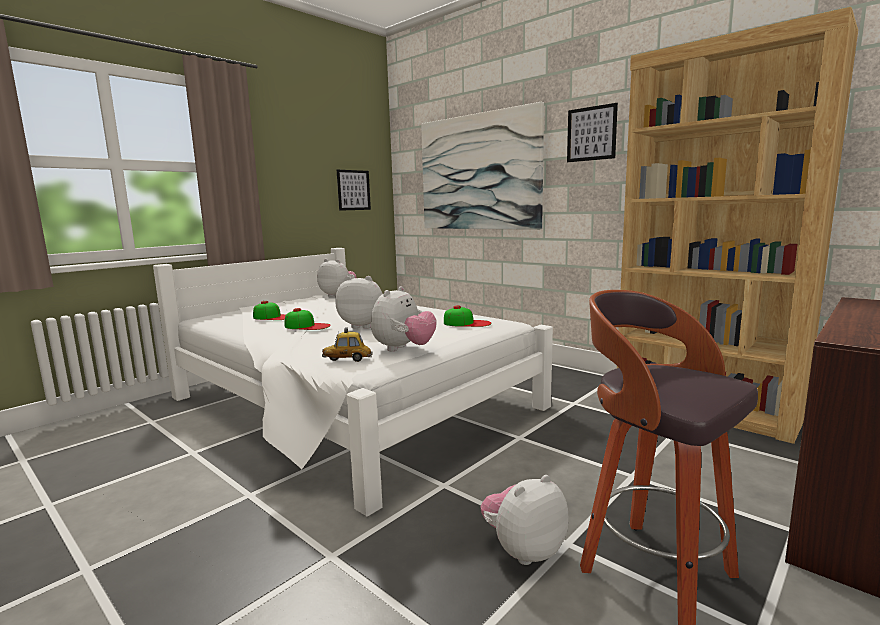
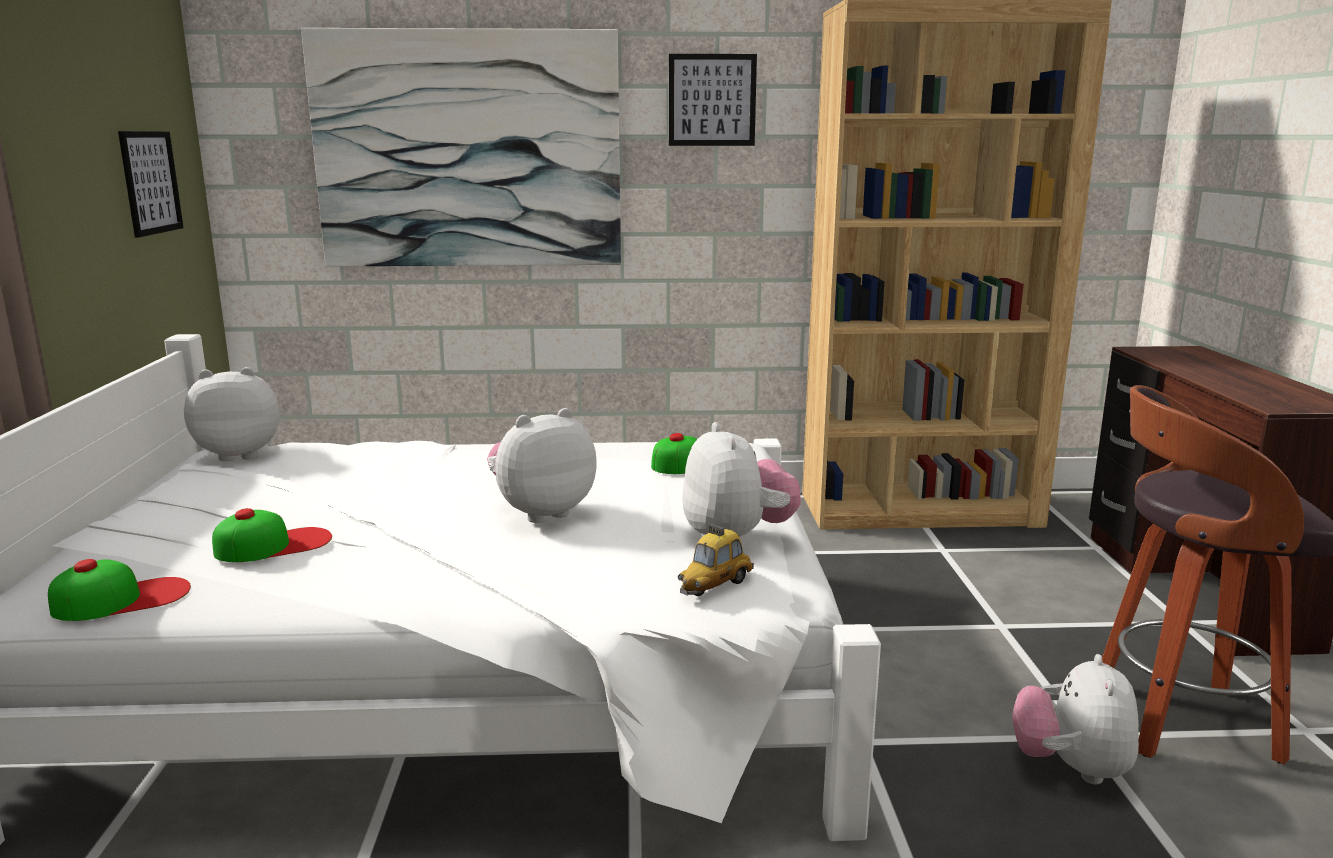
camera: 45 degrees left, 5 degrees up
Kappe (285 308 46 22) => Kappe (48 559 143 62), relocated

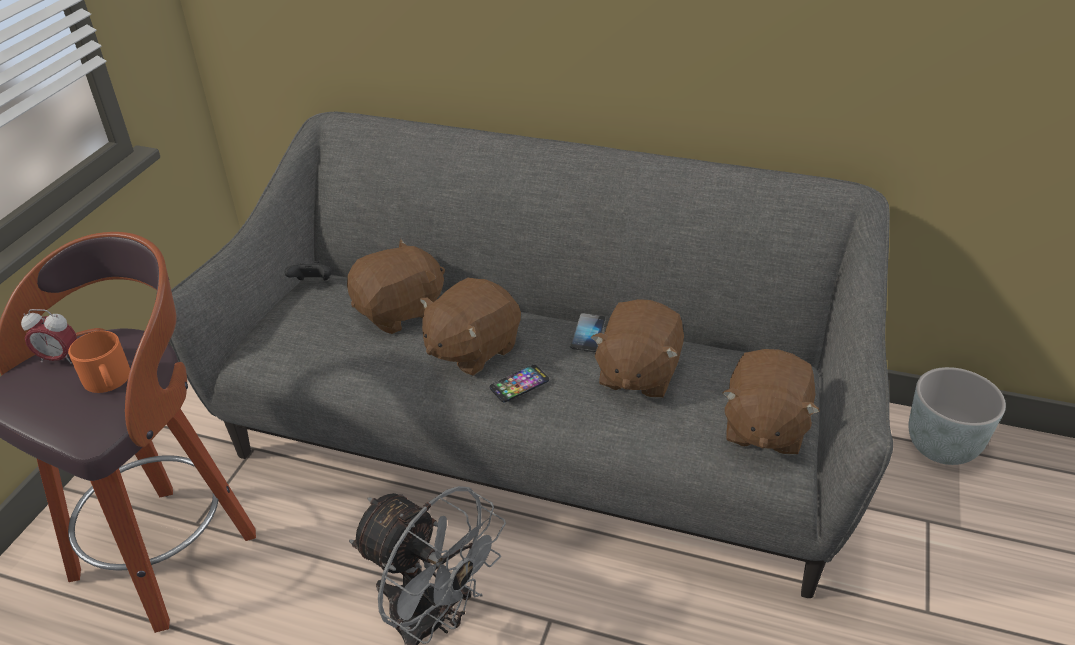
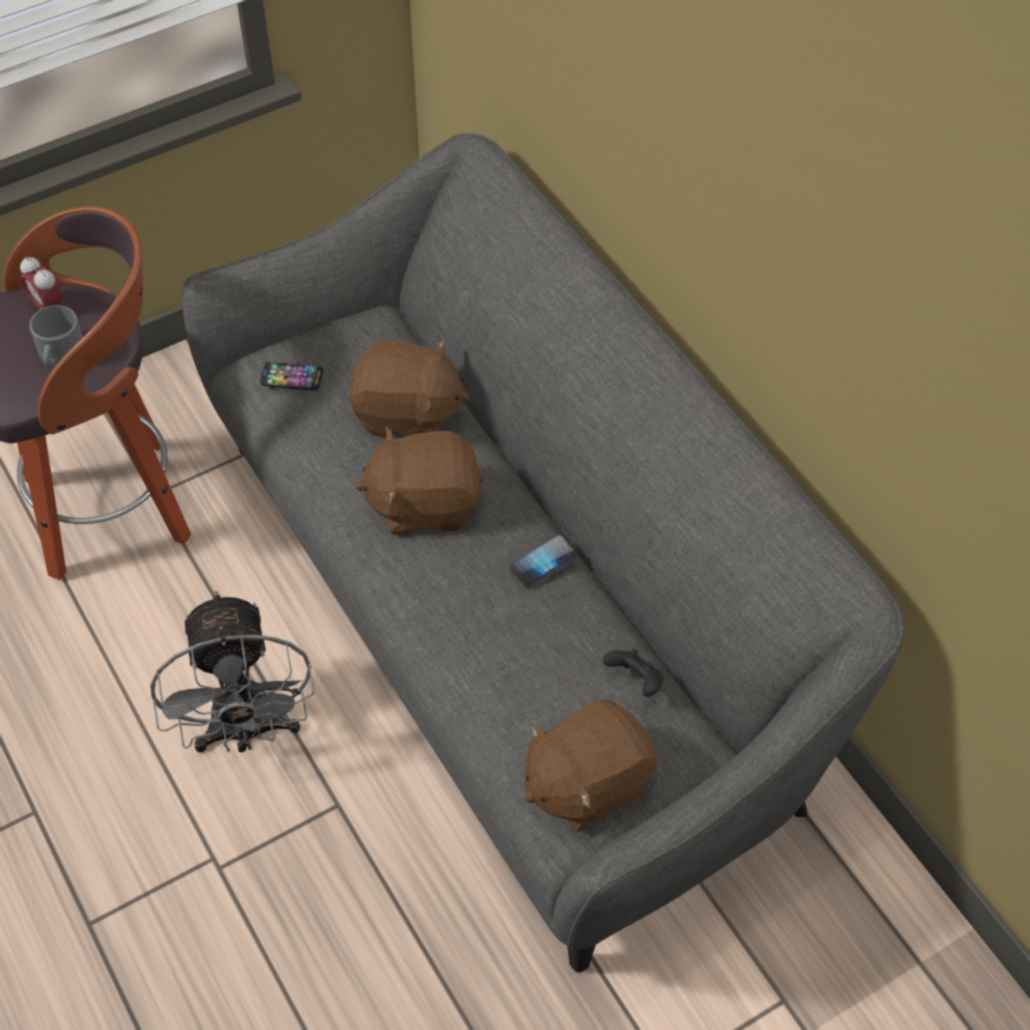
camera: 40 degrees right, 15 degrees up
Plüschtier/braun (591 299 93 100) => nothing
Pflanzkübel/grau (909 367 97 98) => nothing
Gamepad/schwarz (284 261 48 19) => Gamepad/schwarz (603 649 60 48), relocated
Handy (490 365 59 37) => Handy (260 362 63 29), relocated
Henkelbecher/orange (68 331 62 62) => Henkelbecher/grau (29 305 54 62)

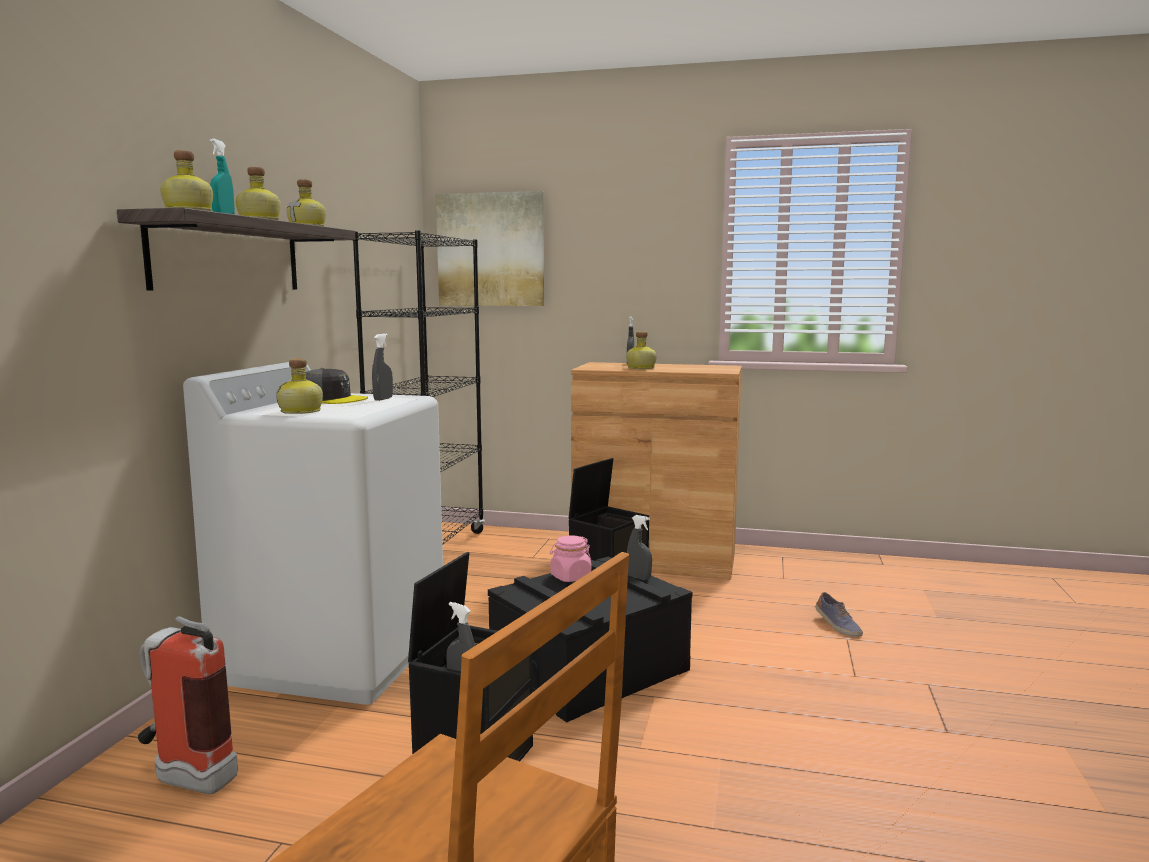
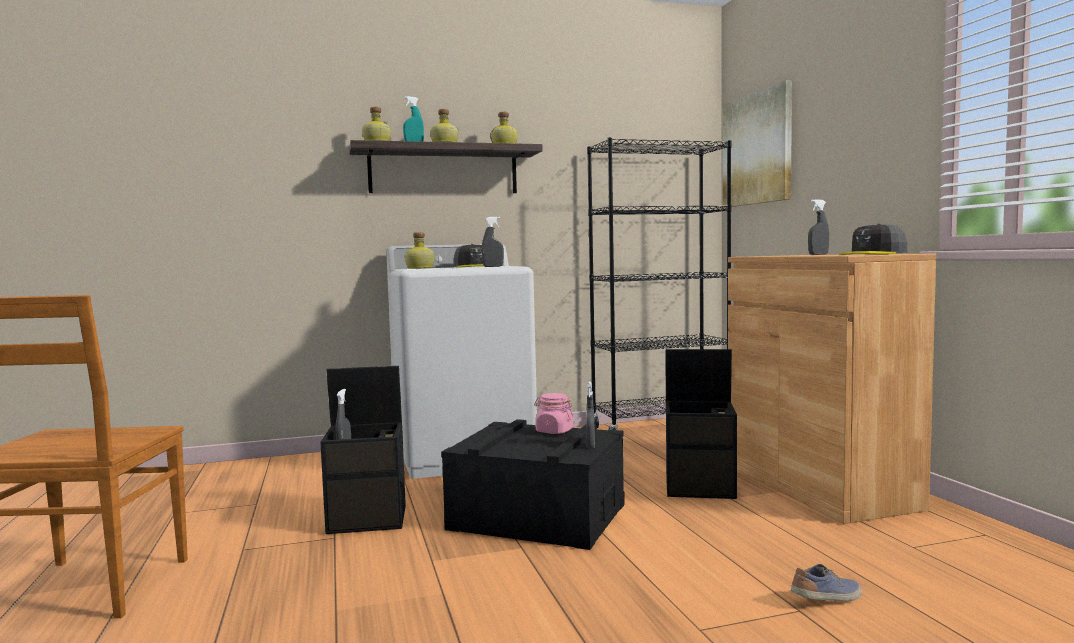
camera: 60 degrees right, 5 degrees down
Feuerlöscher (138 616 100 178) => nothing
Flasche (626 331 31 38) => nothing
nothing => Kappe/grau (839 223 68 32)
Schuh (815 592 48 45) => Schuh (791 564 71 37), 150 degrees counterclockwise

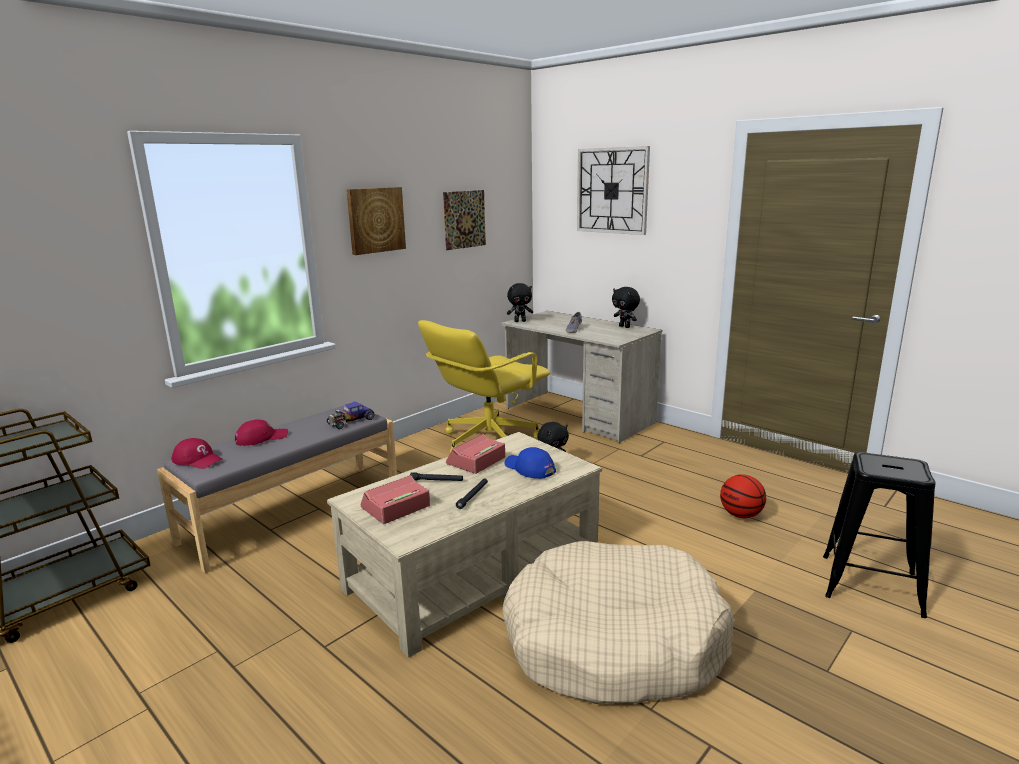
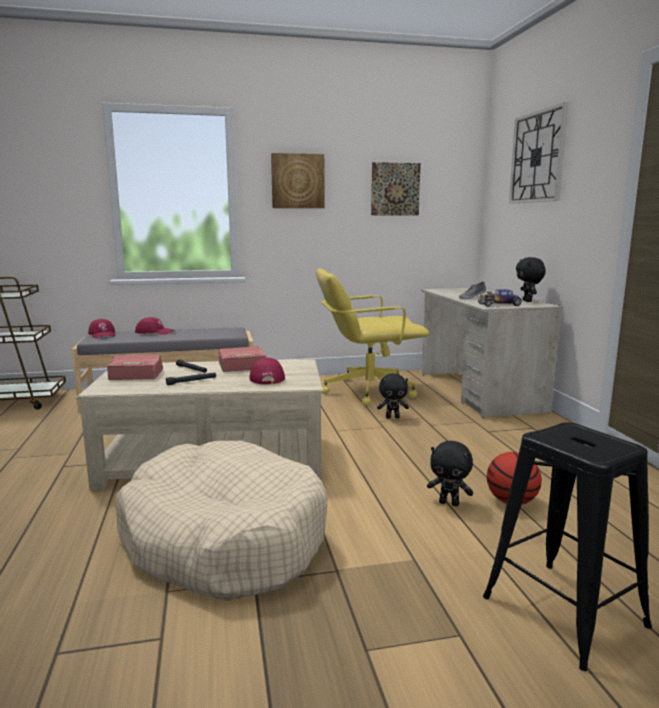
camera: 35 degrees right, 5 degrees down
Spielzeugauto (327 402 47 27) => Spielzeugauto (478 289 44 18), relocated
Plüschtier/schwarz (507 283 26 39) => Plüschtier/schwarz (427 441 46 65), relocated
Kappe/blau (505 447 51 32) => Kappe/rot (249 358 36 26)

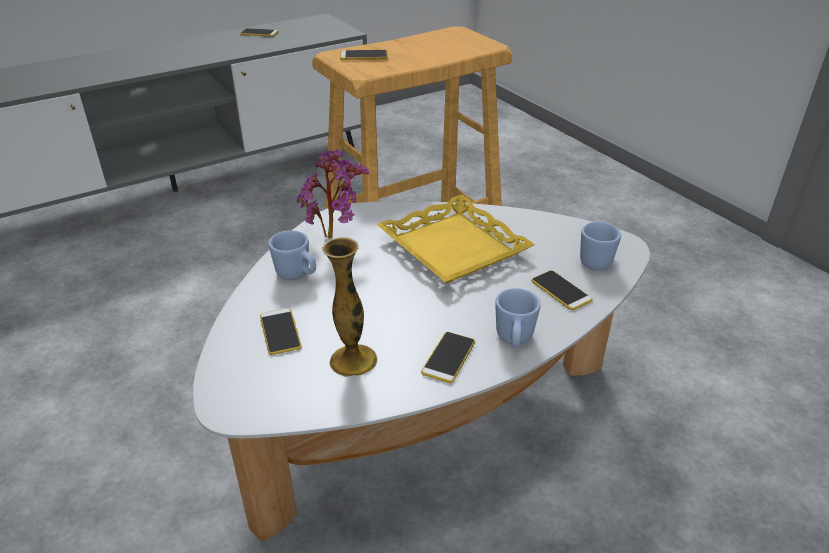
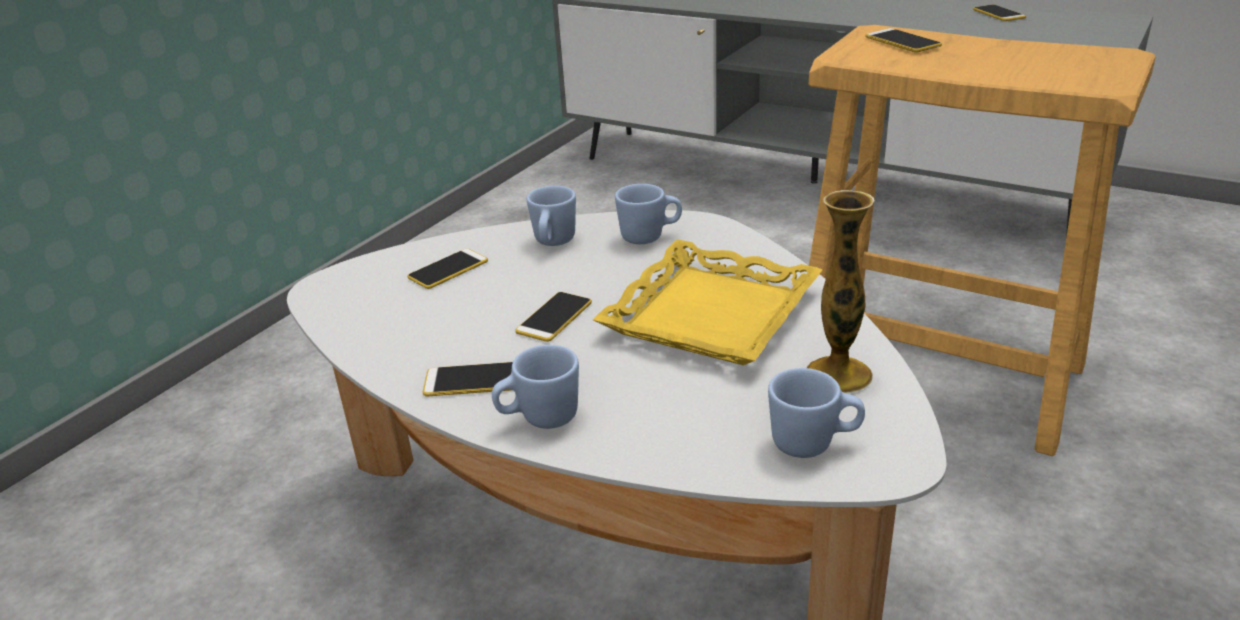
camera: 65 degrees right, 5 degrees down
Vase (322 237 56 140) => Vase (806 190 69 203), relocated
Handy (531 270 62 40) => Handy (515 292 77 50), relocated
Topfpflanze (297 149 73 89) => Henkelbecher/blau (615 184 67 60)

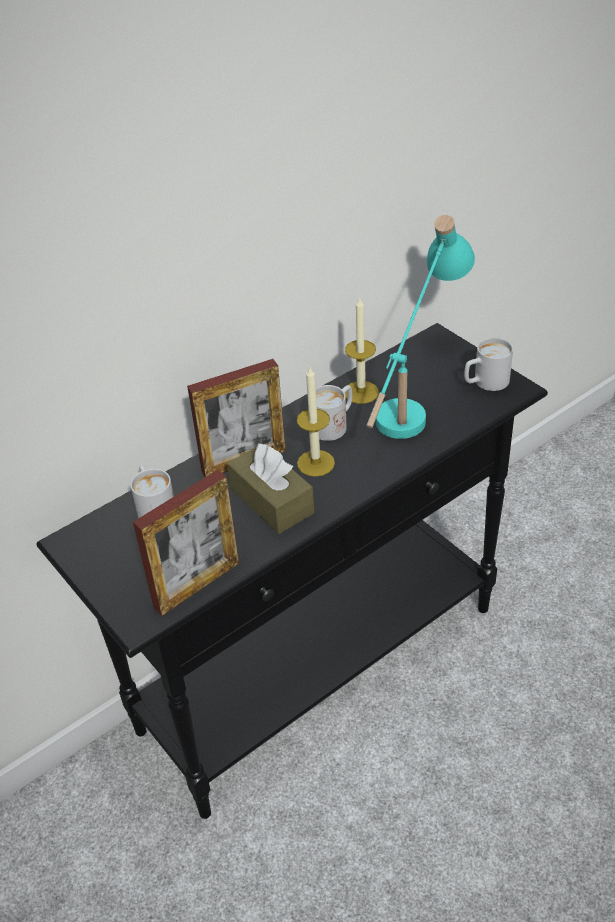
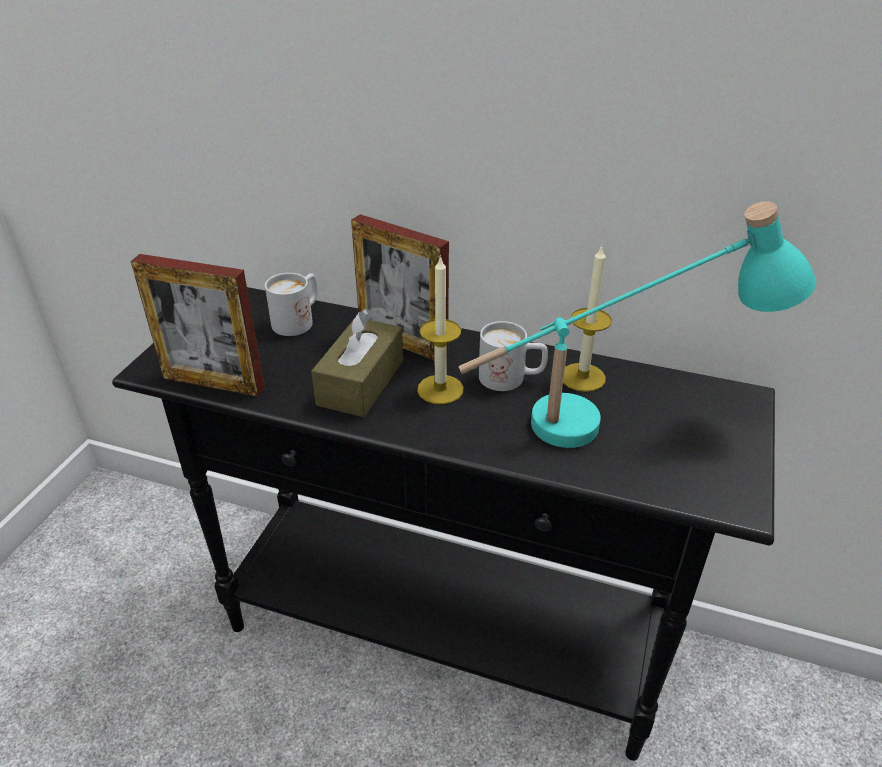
camera: 55 degrees right, 5 degrees down
Henkelbecher/weiß (464 337 49 54) => nothing

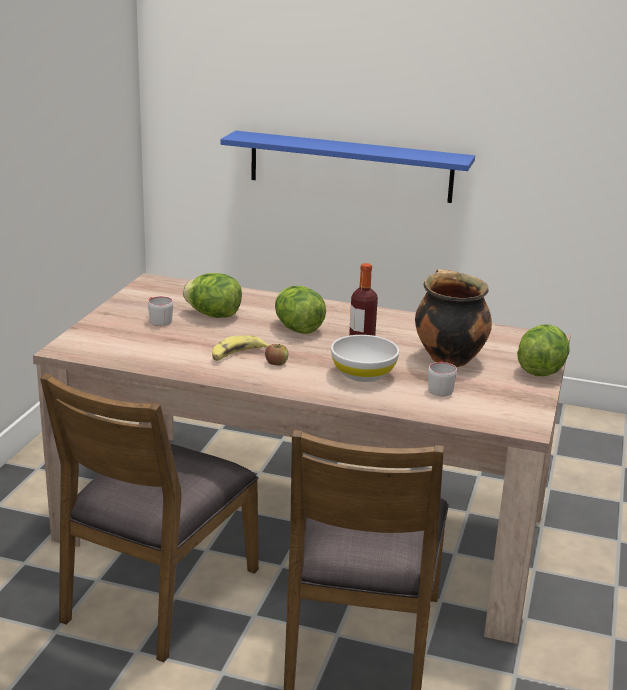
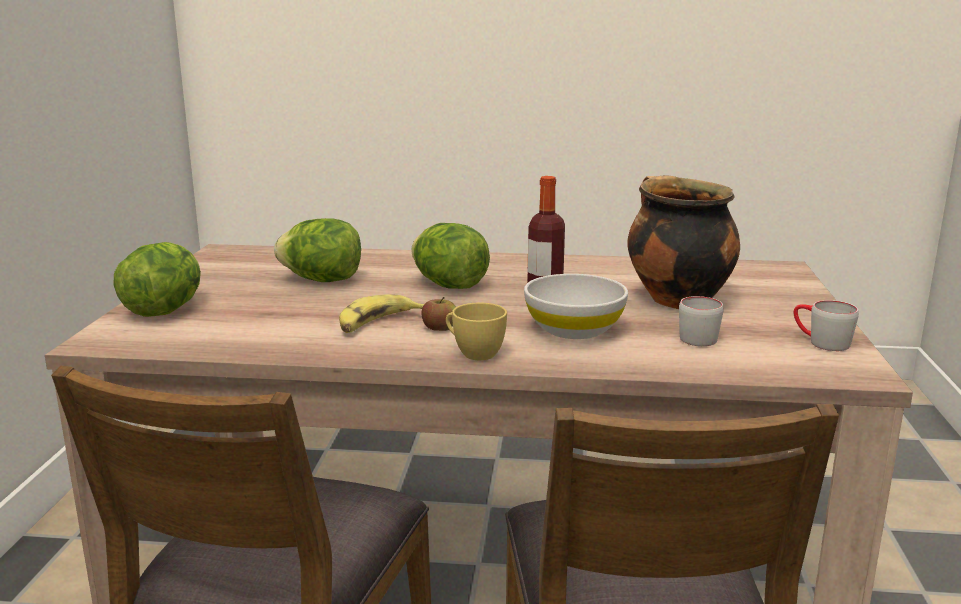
camera: 10 degrees left, 5 degrees down
Wandregal/blau (221 131 254 72) => nothing
nothing => Tasse/gelb (446 303 61 57)
Henkelbecher/grau (148 296 25 30) => Henkelbecher/grau (794 300 65 51), relocated
Salatkopf (517 324 53 52) => Salatkopf (113 242 88 75), relocated

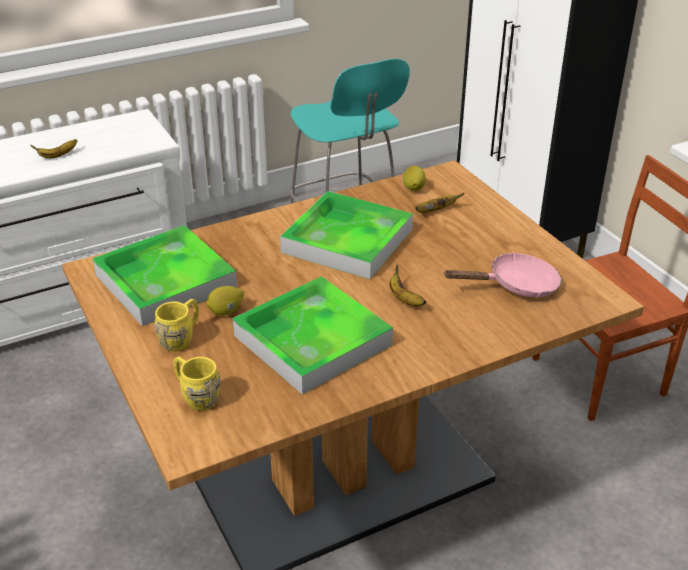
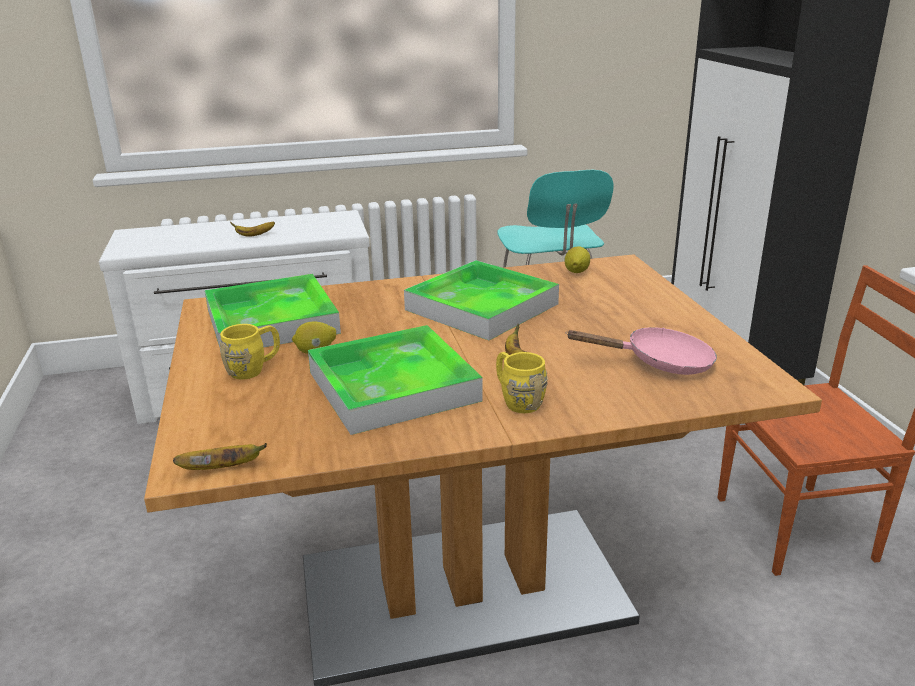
camera: 15 degrees right, 10 degrees down
Henkelbecher/gelb (173 357 48 54) => Henkelbecher/gelb (496 352 52 61), relocated
Banane (415 193 49 20) => Banane (173 443 94 27), relocated

